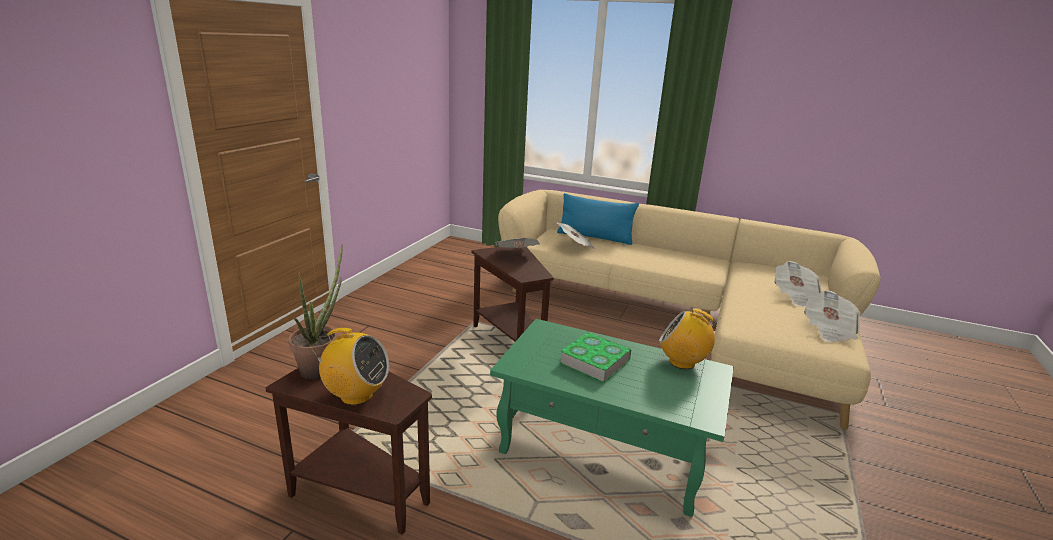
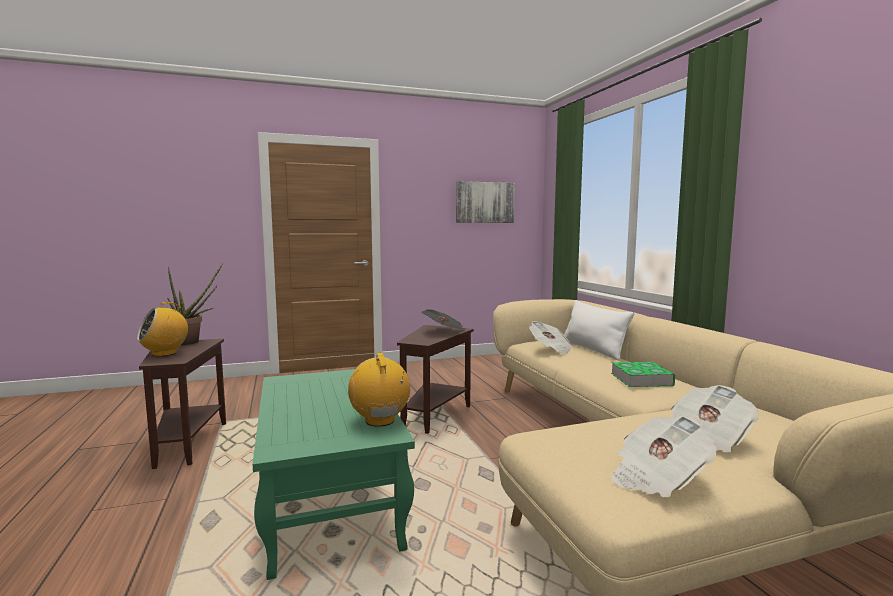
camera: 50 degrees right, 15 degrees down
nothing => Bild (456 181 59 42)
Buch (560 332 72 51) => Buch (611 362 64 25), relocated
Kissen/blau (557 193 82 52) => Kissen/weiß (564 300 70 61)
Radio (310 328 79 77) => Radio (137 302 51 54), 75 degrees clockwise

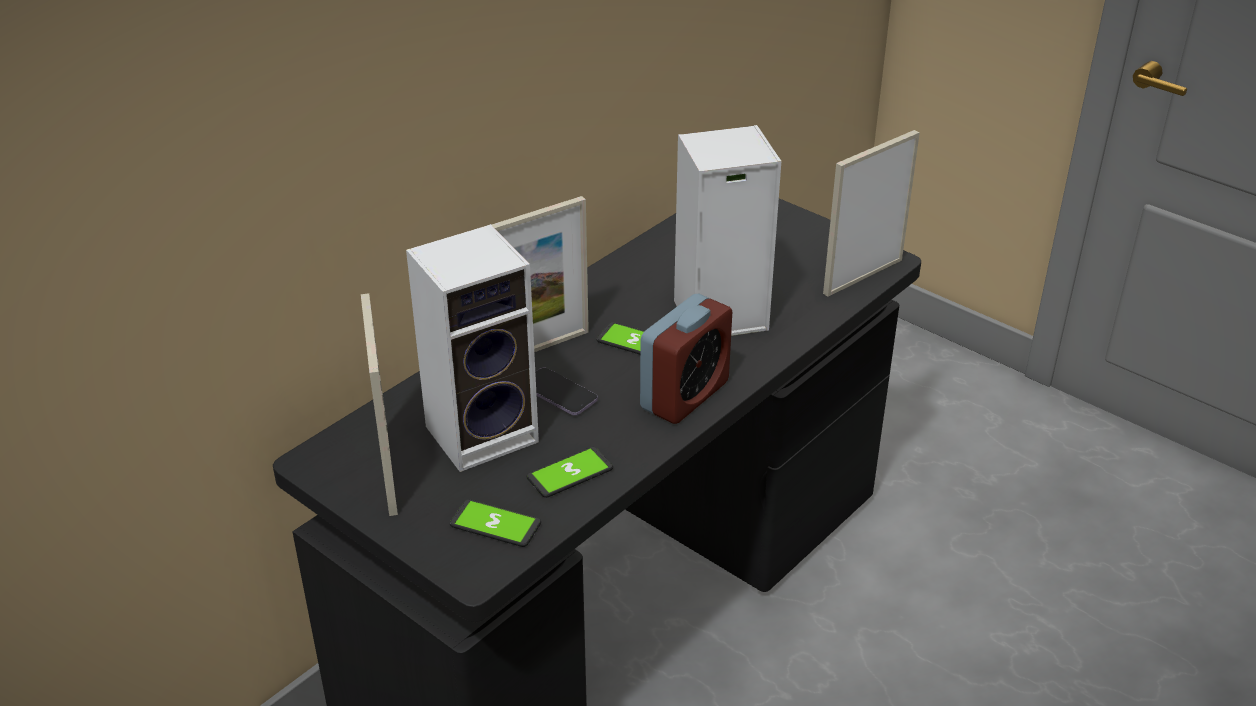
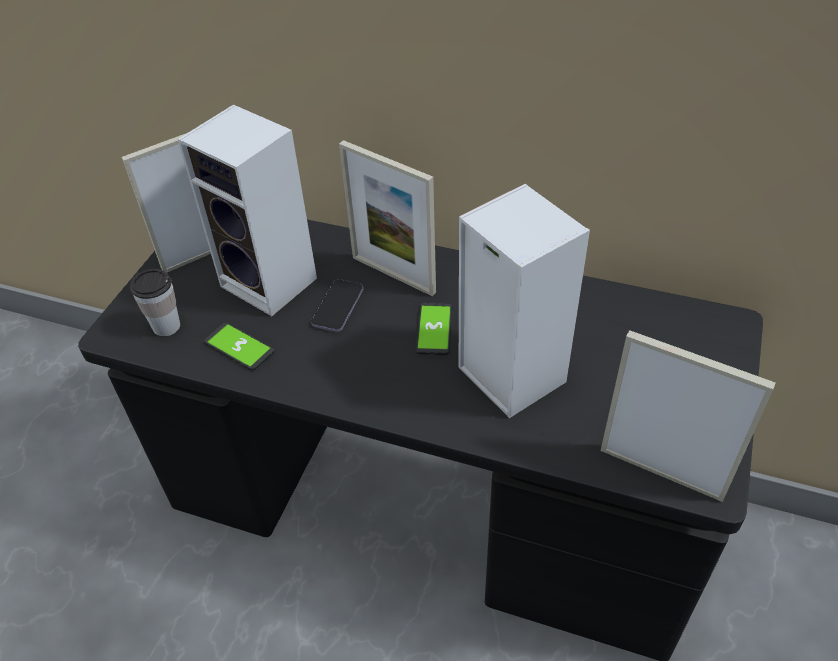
camera: 70 degrees right, 10 degrees up
Wecker (640 294 92 130) => nothing
Handy (450 499 91 48) => Tasse (130 269 50 67)

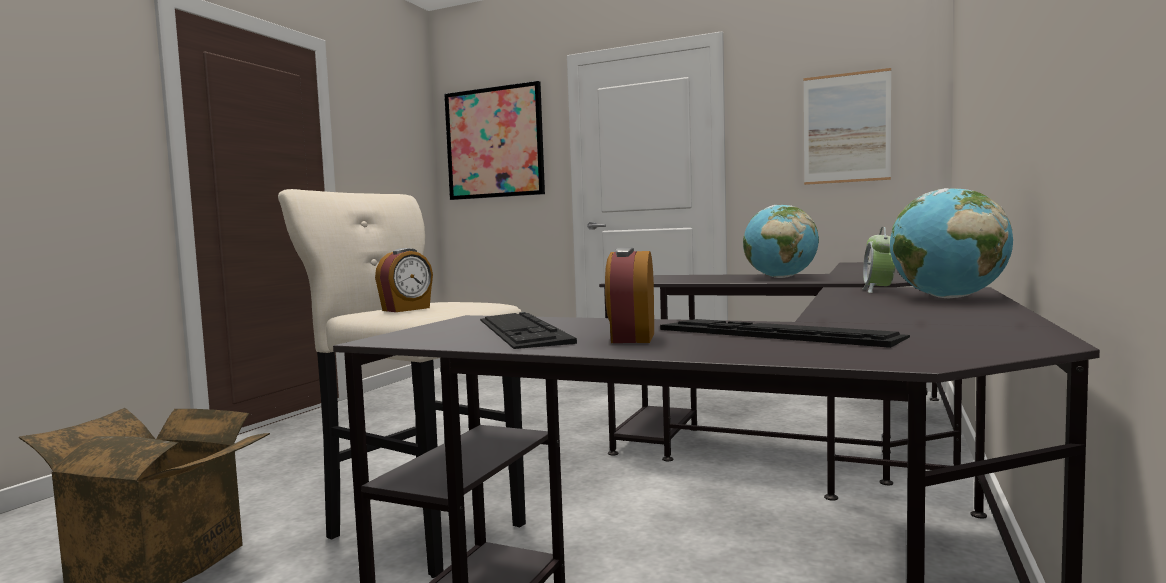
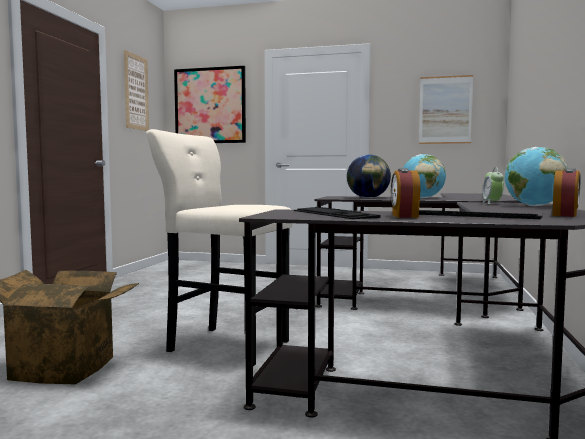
camera: 10 degrees left, 0 degrees up
nothing => Bild (124 50 25 81)
nothing => Globus (347 155 44 43)
Wecker (375 248 58 64) => Wecker (553 168 27 49), relocated

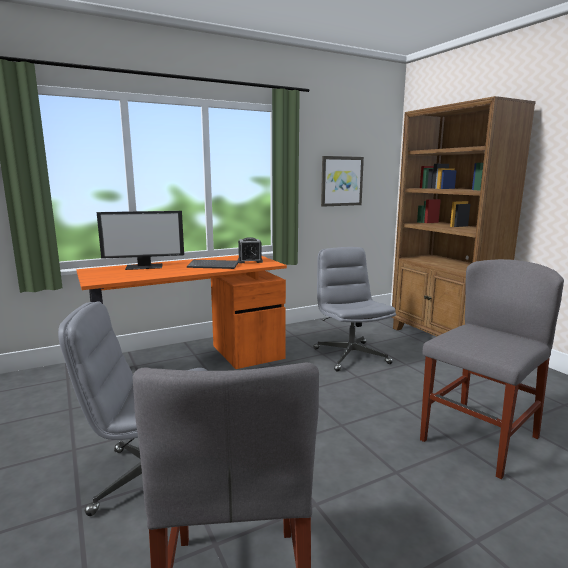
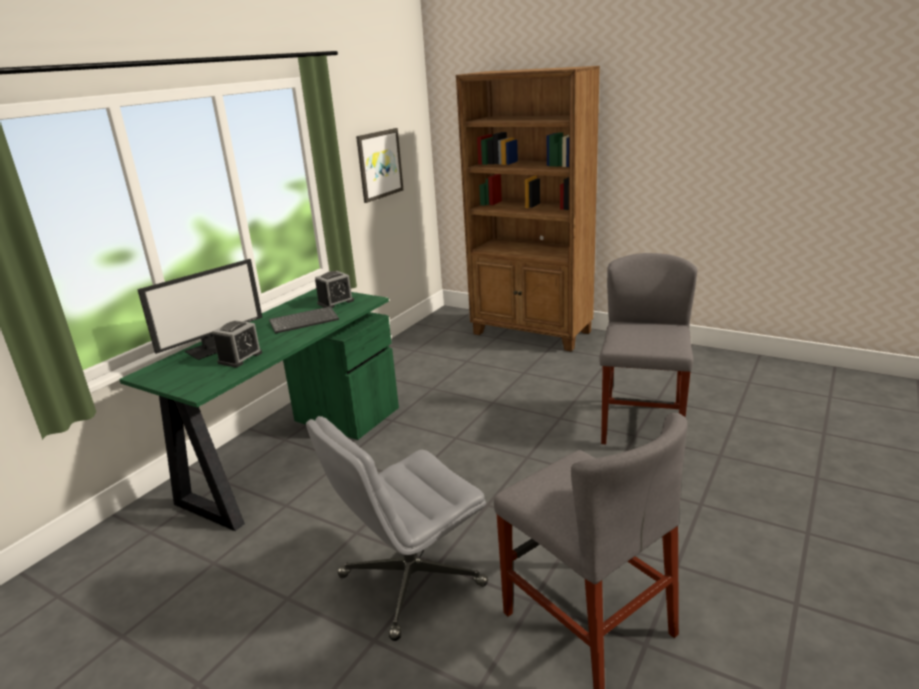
camera: 30 degrees left, 10 degrees up
Bürostuhl/grau (313 247 83 125) => nothing
nothing => Wecker (212 320 50 48)
Schreibtisch/orange (76 255 211 114) => Schreibtisch/grün (119 289 280 242)

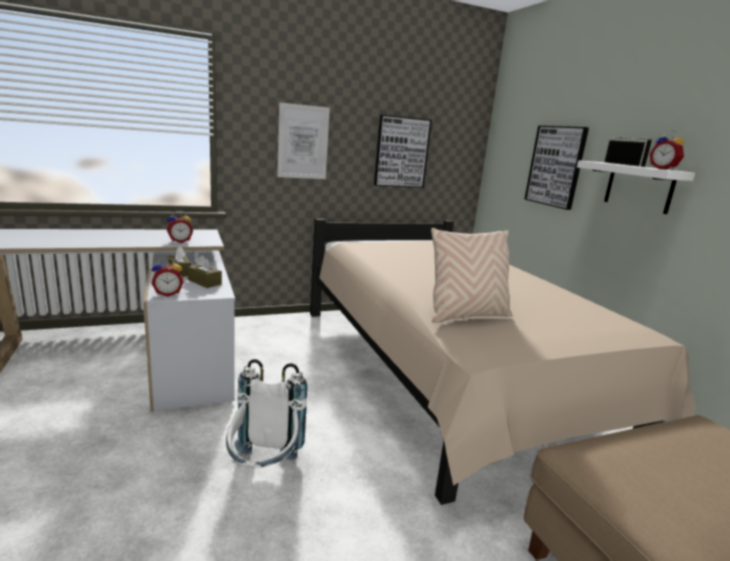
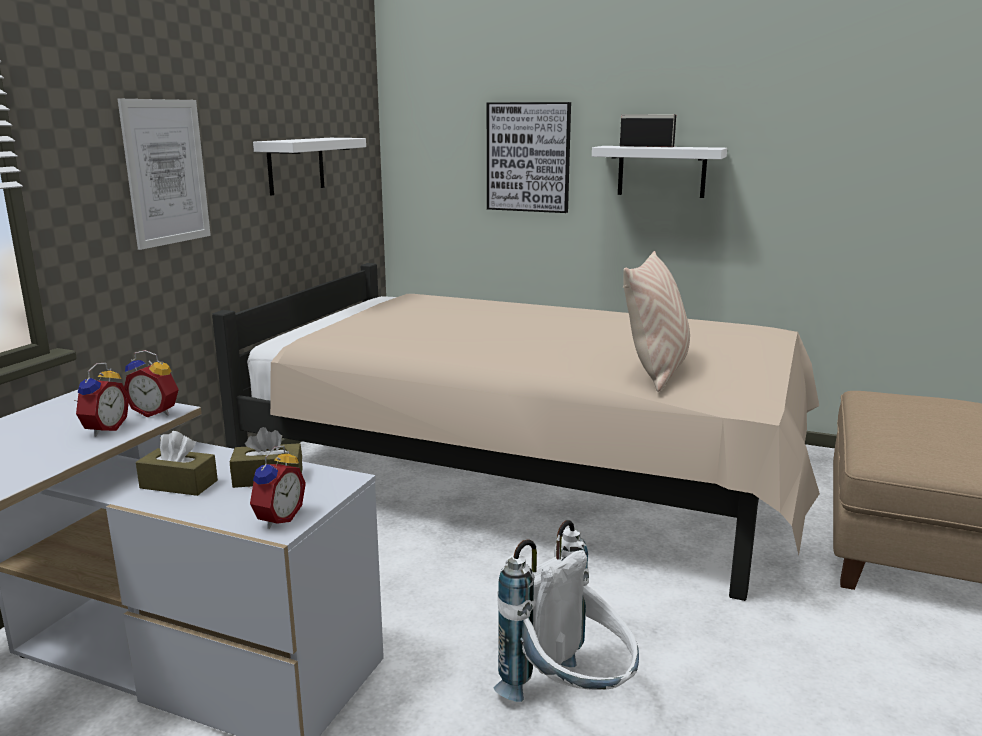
camera: 45 degrees left, 0 degrees up
Wecker (650 130 35 40) => Wecker (124 350 55 67), relocated
Bild (374 115 58 73) => Wandregal/weiß (253 138 113 58)

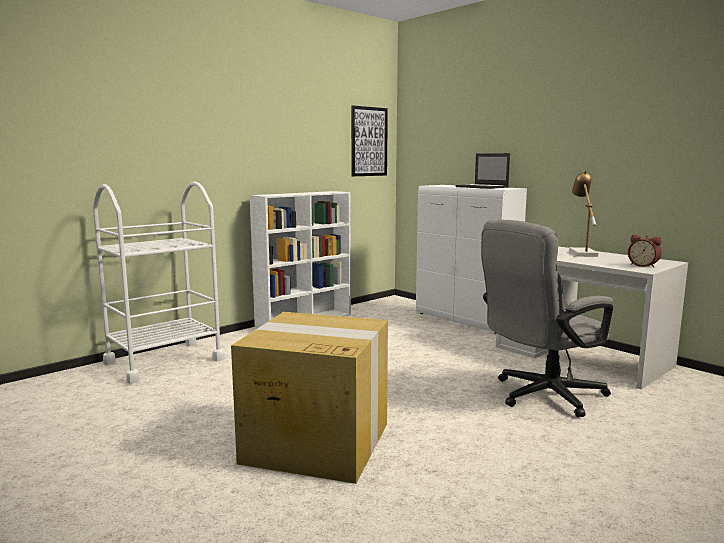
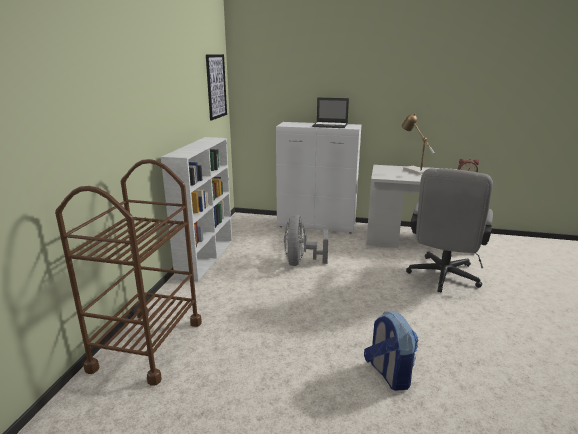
camera: 35 degrees left, 10 degrees up
nothing => Ventilator/grau (284 215 44 51)
Karton (231 312 157 172) => Rucksack (364 311 55 80)
Rollwagen/weiß (93 181 132 203) => Rollwagen/braun (55 159 147 227)

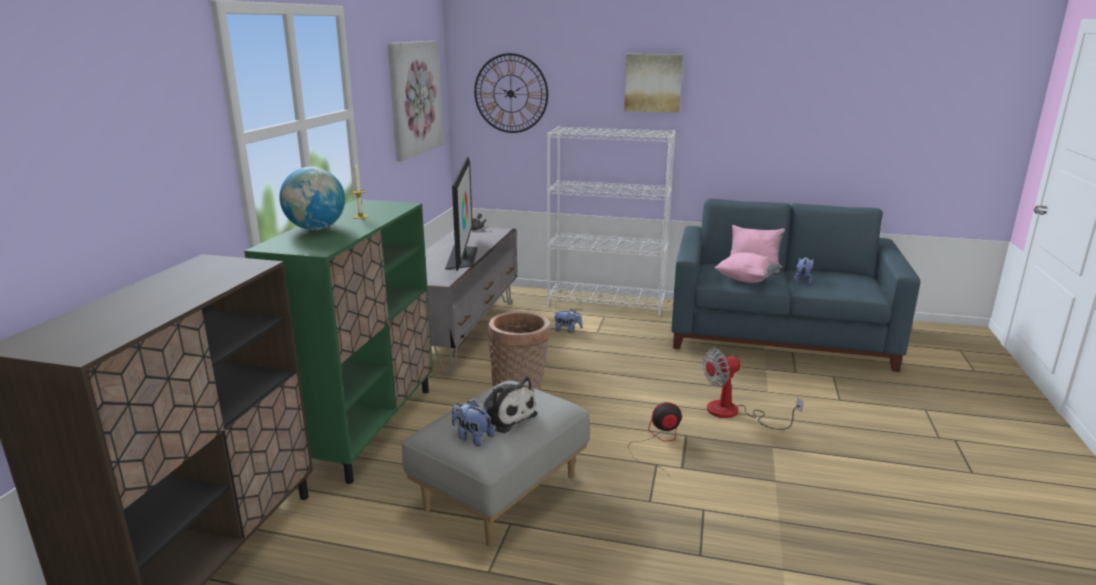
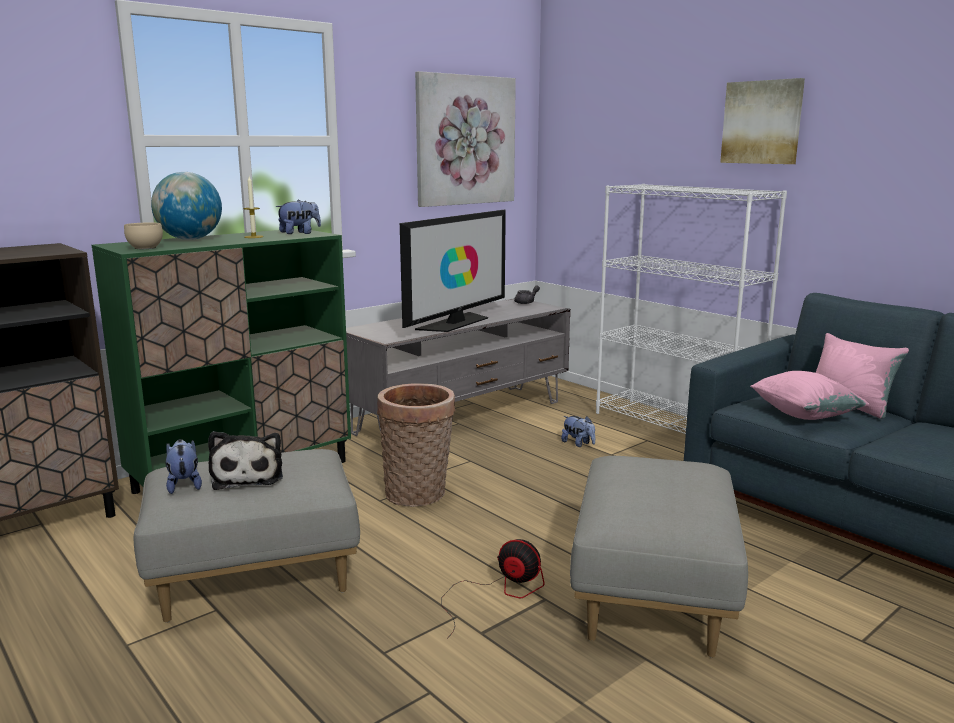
camera: 35 degrees right, 5 degrees down
Wanduhr (474 53 74 80) => nothing
nothing => Schüssel/beige (124 222 39 27)
Plüschtier (794 257 19 27) => Plüschtier (276 199 45 35), relocated
Ventilator (703 348 100 82) => Polsterhocker/grau (570 456 178 202)

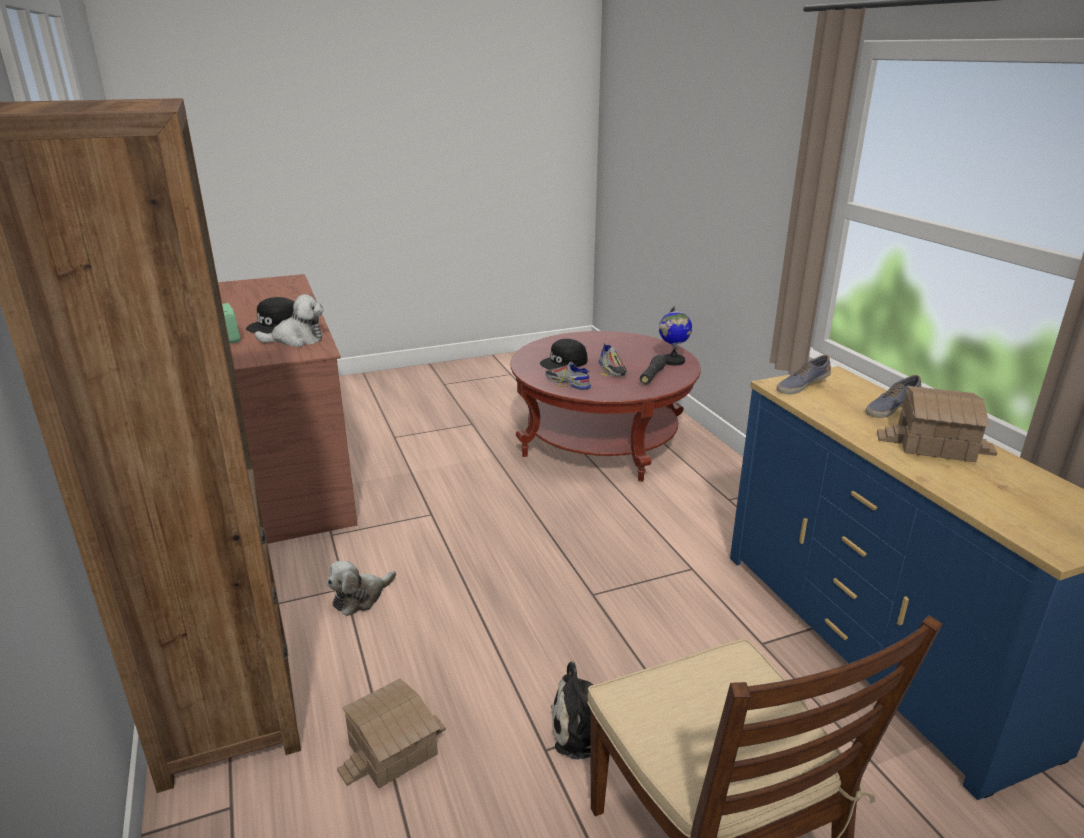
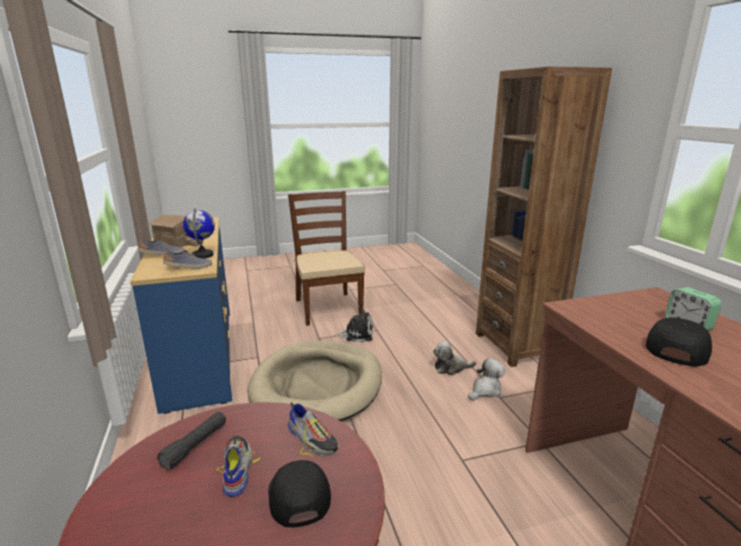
camera: 175 degrees left, 5 degrees down
Spielzeughaus (337 679 109 109) => nothing
nothing => Hundebett/beige (247 341 135 80)
Plüschtier (255 294 69 53) => Plüschtier (433 341 43 34), relocated
Globus (659 306 33 59) => Globus (183 208 32 51), relocated
Kappe/schwarz (540 339 48 30) => Kappe/schwarz (268 460 63 67), 75 degrees counterclockwise

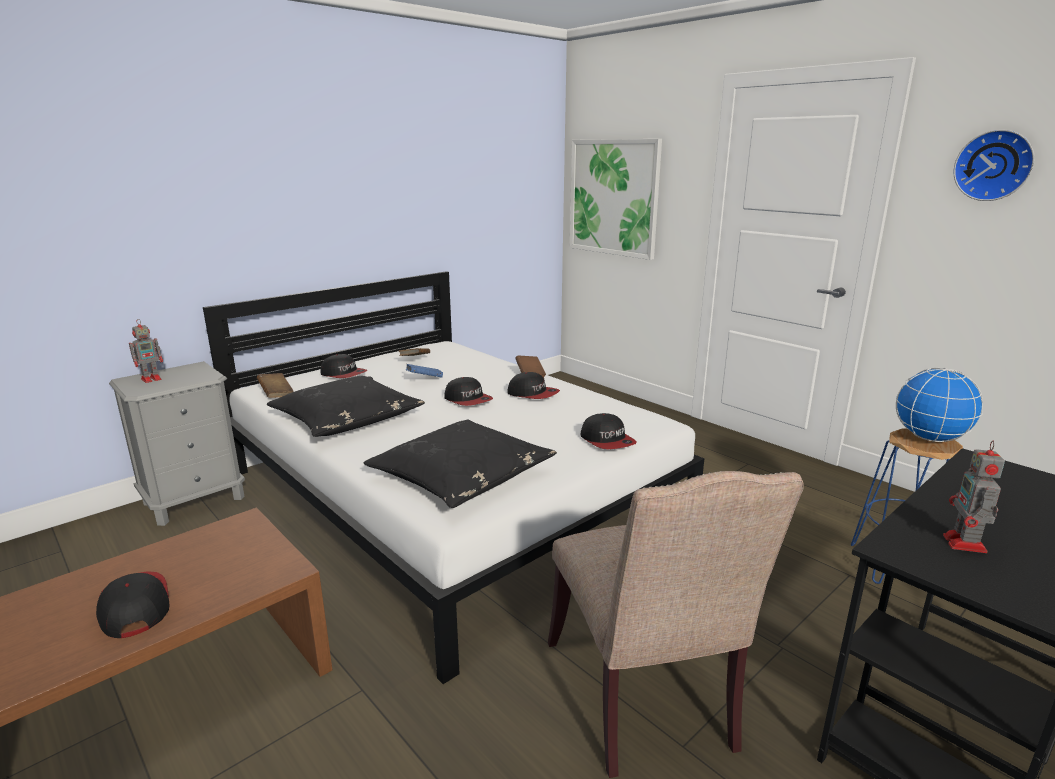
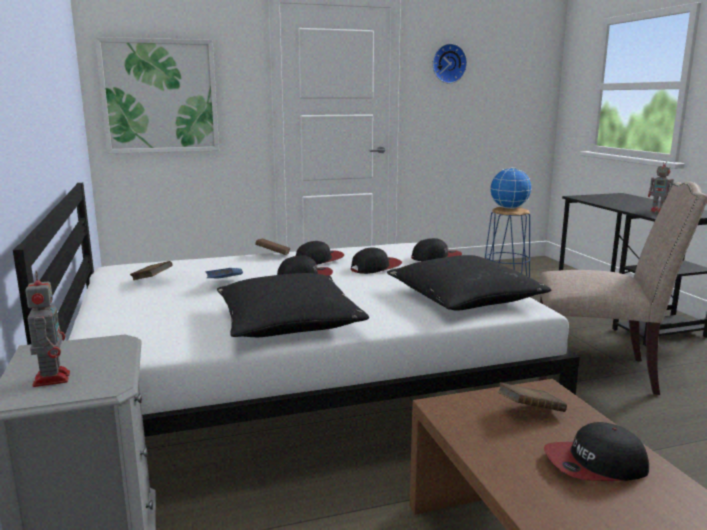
camera: 65 degrees left, 5 degrees down
Buch/braun (257 373 36 25) => Buch/braun (498 382 69 30), relocated
Kappe (320 354 47 24) => Kappe (351 247 51 27), relocated

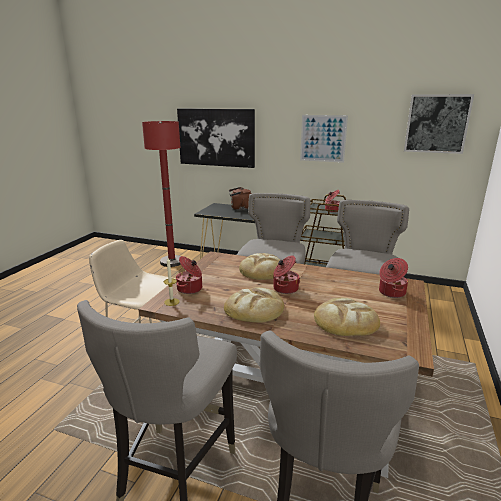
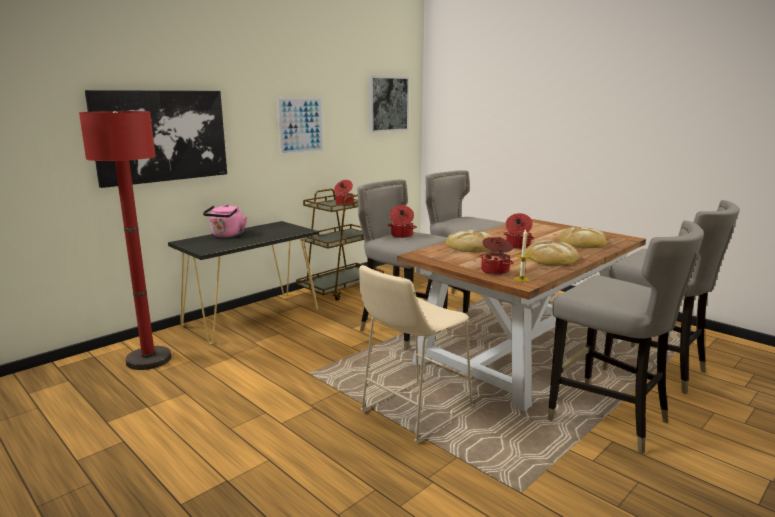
camera: 65 degrees left, 5 degrees down
Kochtopf (379 258 29 40) => Kochtopf (388 205 29 33), relocated
Wasserkessel/braun (229 187 23 24) => Wasserkessel/rosa (203 204 44 34)

